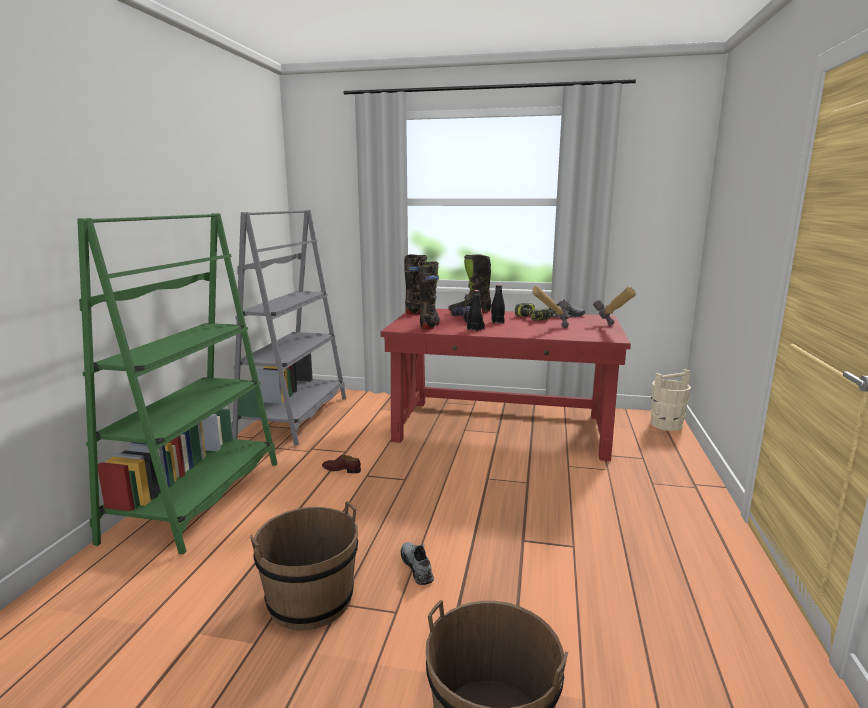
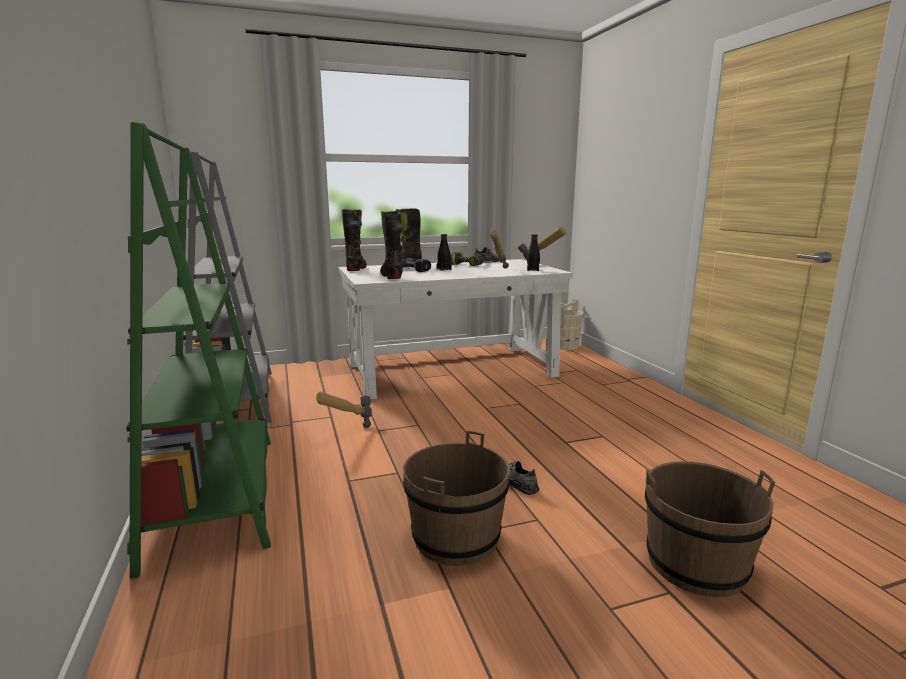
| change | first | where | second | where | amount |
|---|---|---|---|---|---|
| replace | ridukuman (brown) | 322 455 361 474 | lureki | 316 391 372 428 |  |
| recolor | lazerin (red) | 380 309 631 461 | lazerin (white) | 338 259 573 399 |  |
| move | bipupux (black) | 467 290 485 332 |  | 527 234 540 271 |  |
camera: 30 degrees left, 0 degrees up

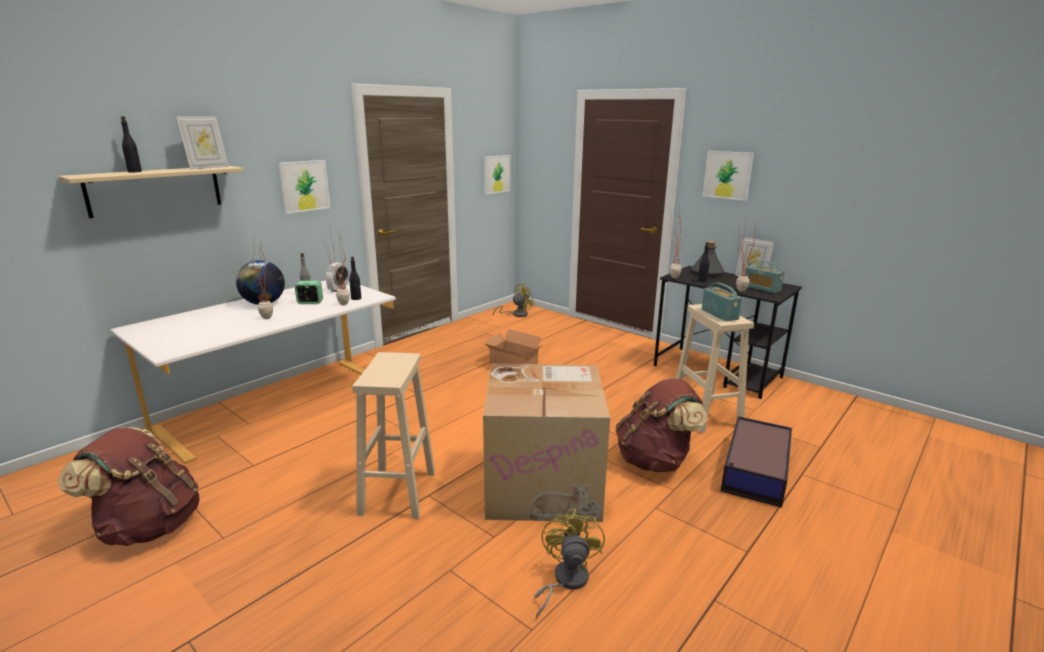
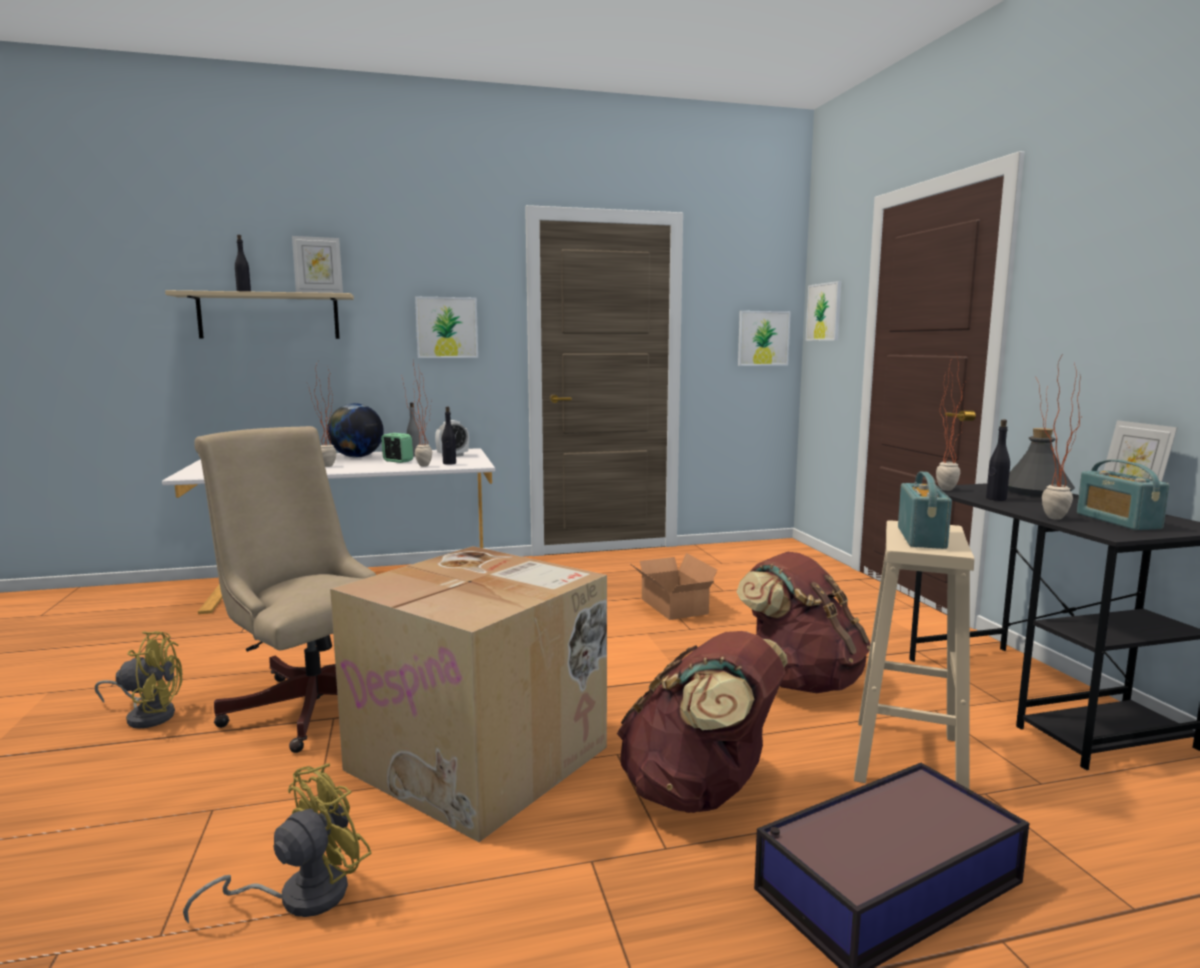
| change | first | where | second | where | amount |
|---|---|---|---|---|---|
| move | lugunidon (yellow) | 493 283 535 317 |  | 95 631 183 729 |  |
| replace | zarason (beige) | 352 352 435 519 | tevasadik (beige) | 194 426 376 753 |  |
| move | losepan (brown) | 58 427 200 546 |  | 737 552 871 693 |  |
| move | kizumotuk | 703 151 754 201 |  | 806 281 841 341 |  |
camera: 35 degrees right, 10 degrees down

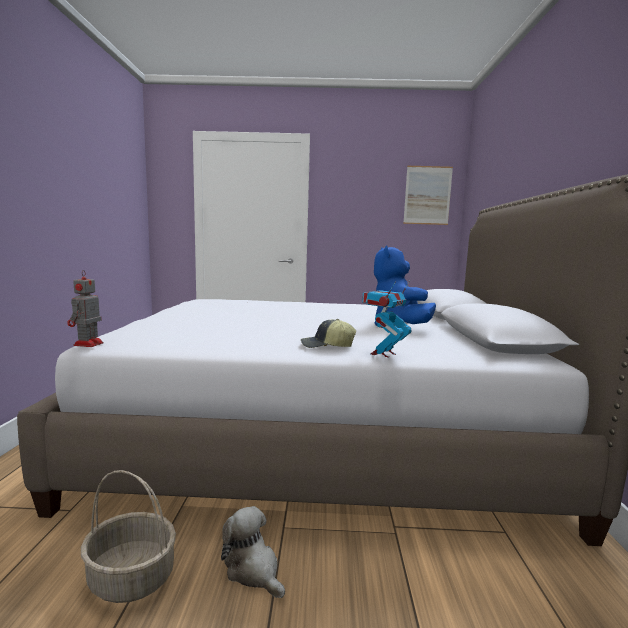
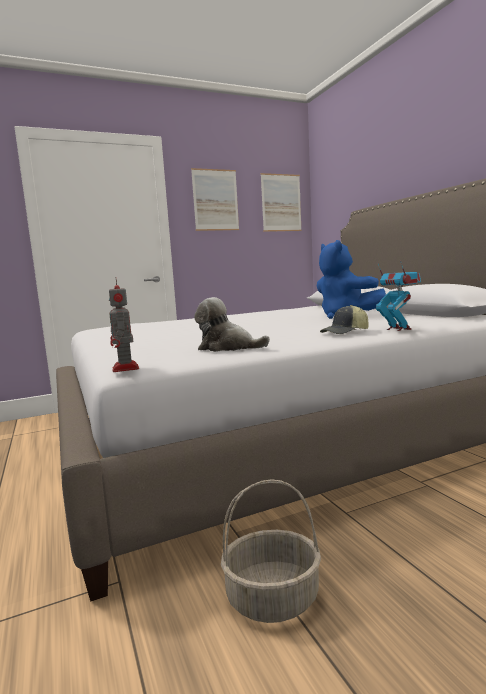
| change | first | where | second | where | amount |
|---|---|---|---|---|---|
| insert |  |  | kizumotuk | 191 168 239 231 |  |
| move | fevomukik | 221 506 285 598 |  | 194 297 270 352 |  |
| rotate | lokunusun | 362 280 411 358 |  | 376 261 421 331 | 135 degrees clockwise |
camera: 25 degrees left, 0 degrees up

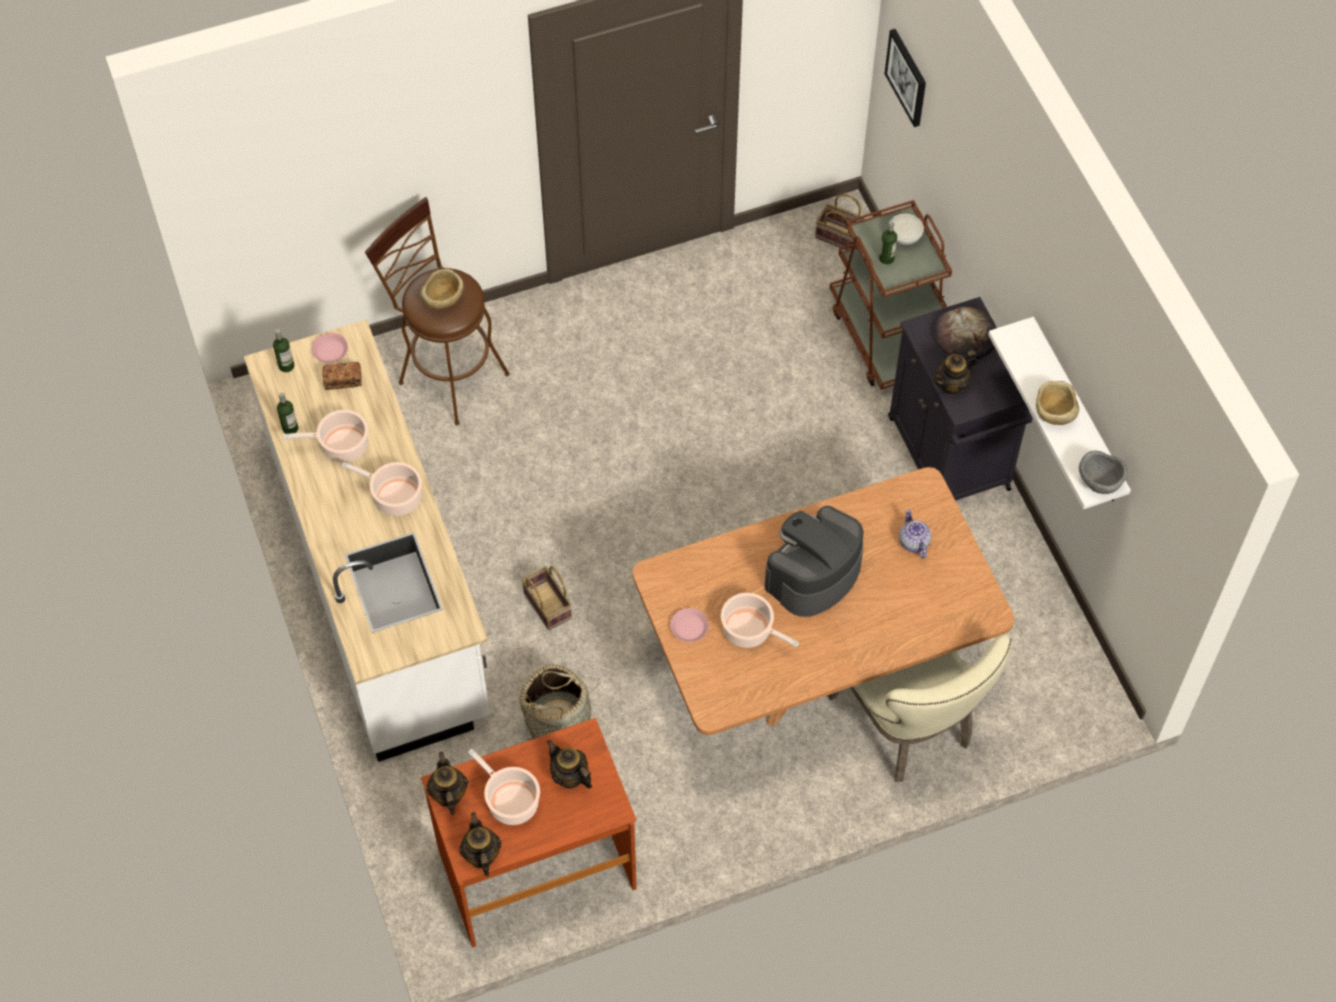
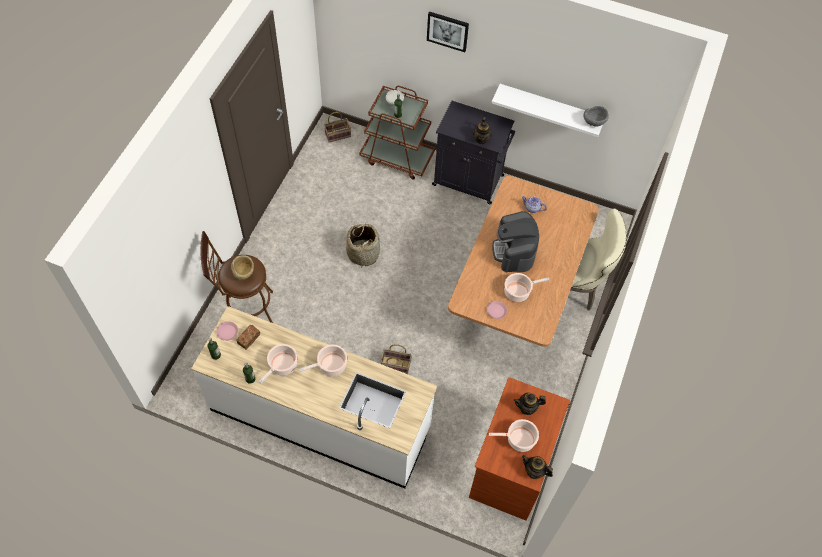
| change | first | where | second | where | amount |
|---|---|---|---|---|---|
| move | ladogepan | 519 664 599 740 |  | 346 222 380 268 |  |
| move | kizumotuk | 885 29 926 127 |  | 427 11 469 52 |  |
| delete | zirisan | 426 752 468 815 |  |  |  |
| delete | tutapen | 934 307 996 360 |  |  |  |
| delete | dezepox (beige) | 1036 381 1079 425 |  |  |  |
camera: 50 degrees left, 0 degrees up

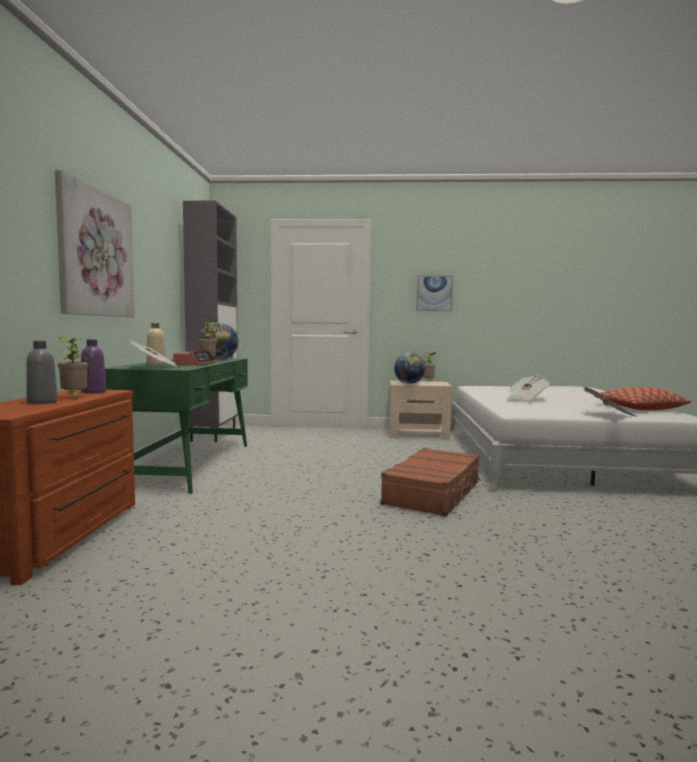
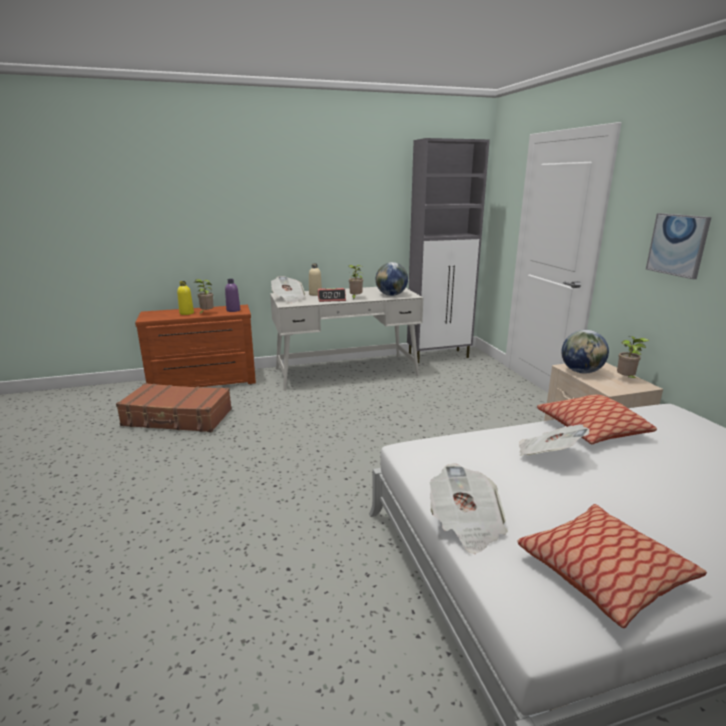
| change | first | where | second | where | amount |
|---|---|---|---|---|---|
| move | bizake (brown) | 380 448 481 516 |  | 116 383 232 432 |  |
| recolor | bipupux (grey) | 26 341 58 404 | bipupux (yellow) | 177 281 194 315 |  |
| recolor | lazerin (green) | 105 358 248 494 | lazerin (white) | 270 287 423 391 |  |
| insert |  |  | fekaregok | 537 395 657 444 |  |
| delete | kizumotuk | 55 170 135 317 |  |  |  |
camera: 70 degrees right, 15 degrees up

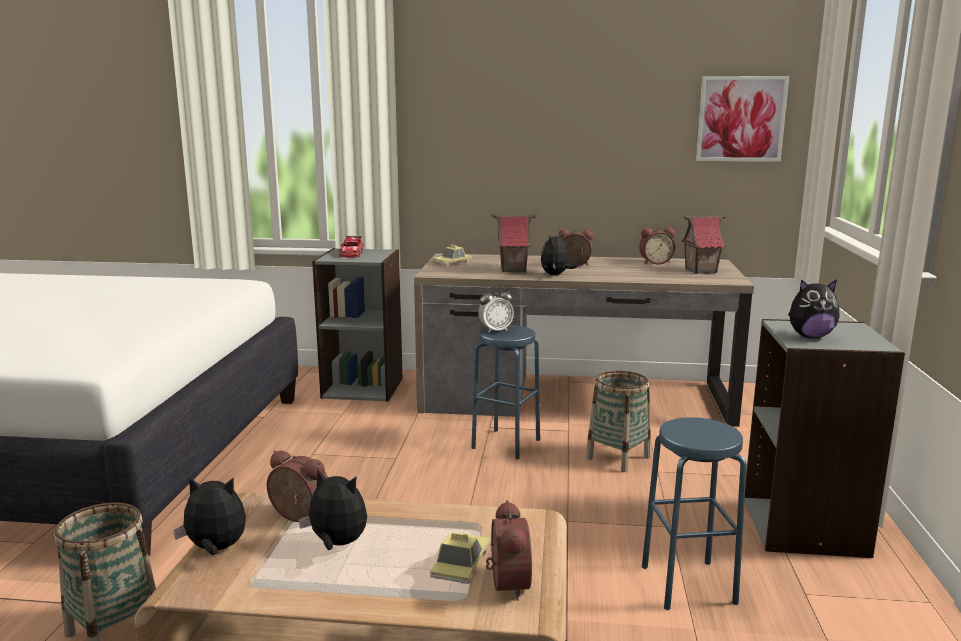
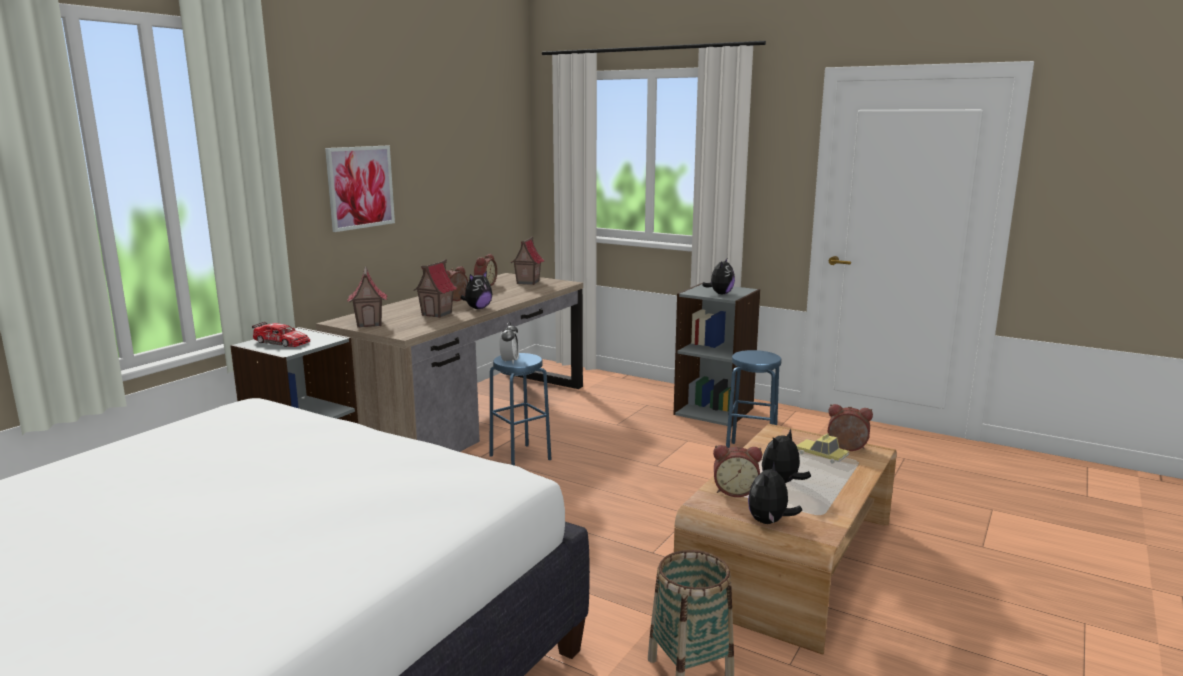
| change | first | where | second | where | amount |
|---|---|---|---|---|---|
| move | kizumotuk | 696 76 789 162 |  | 325 146 395 232 |  |
| replace | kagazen | 432 244 472 266 | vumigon | 347 266 387 328 |  |
| rotate | fevomukik | 541 232 579 275 |  | 460 271 492 309 | 105 degrees counterclockwise |
| rotate | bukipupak | 267 450 328 522 |  | 713 445 762 497 | 135 degrees counterclockwise |
| delete | ladogepan | 586 371 651 472 |  |  |  |
camera: 65 degrees left, 0 degrees up

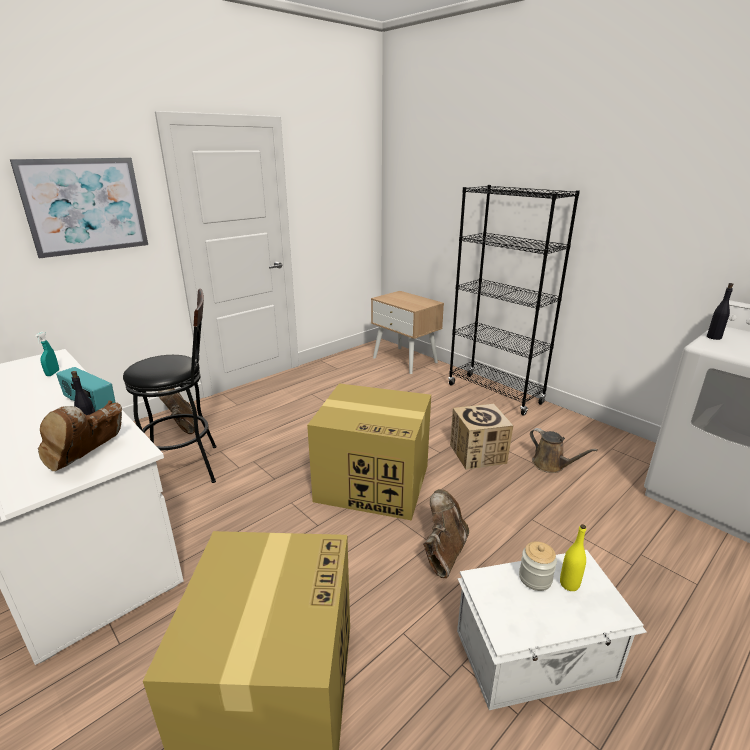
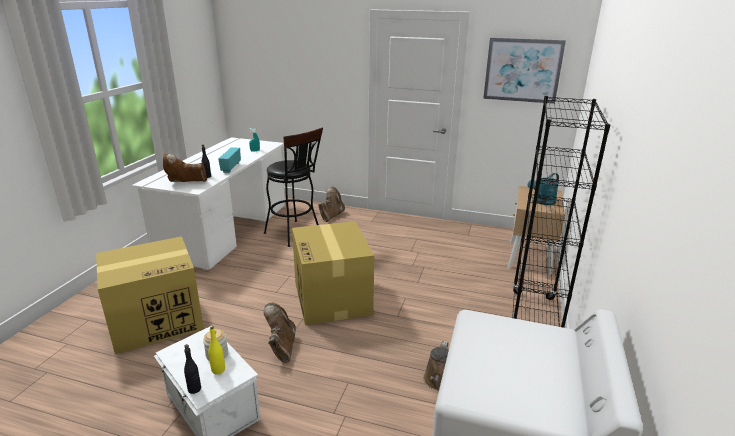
| change | first | where | second | where | amount |
|---|---|---|---|---|---|
| move | bipupux (black) | 707 283 733 340 |  | 184 344 201 394 |  |
| rotate | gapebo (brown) | 423 489 469 578 |  | 263 302 296 363 | 90 degrees counterclockwise |
| move | kizumotuk | 10 158 148 259 |  | 483 38 566 104 |  |
| insert |  |  | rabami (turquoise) | 528 173 559 205 |  |
| delete | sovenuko | 450 404 514 470 |  |  |  |
camera: 60 degrees right, 0 degrees up

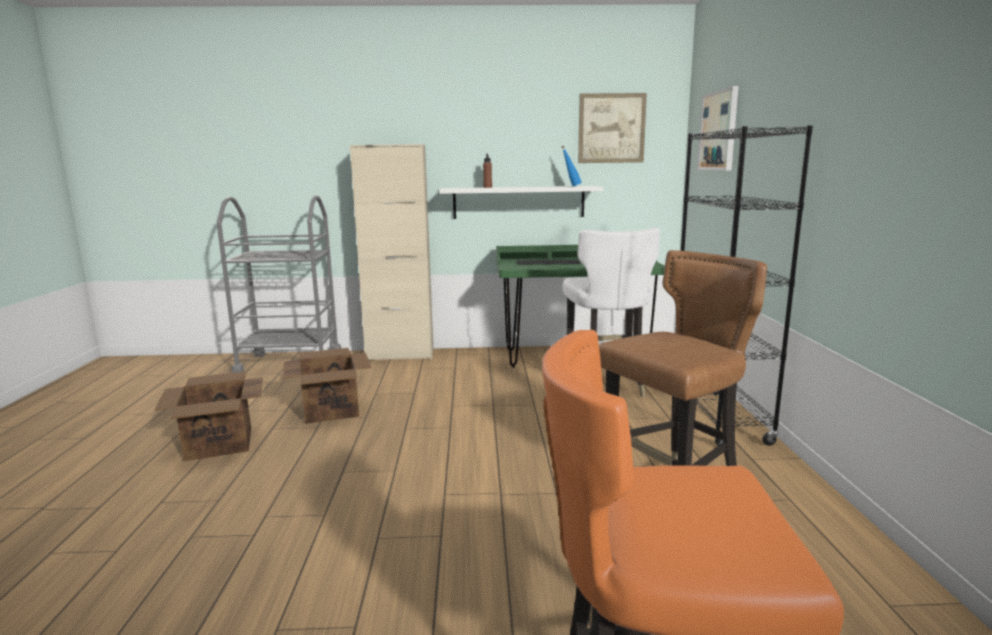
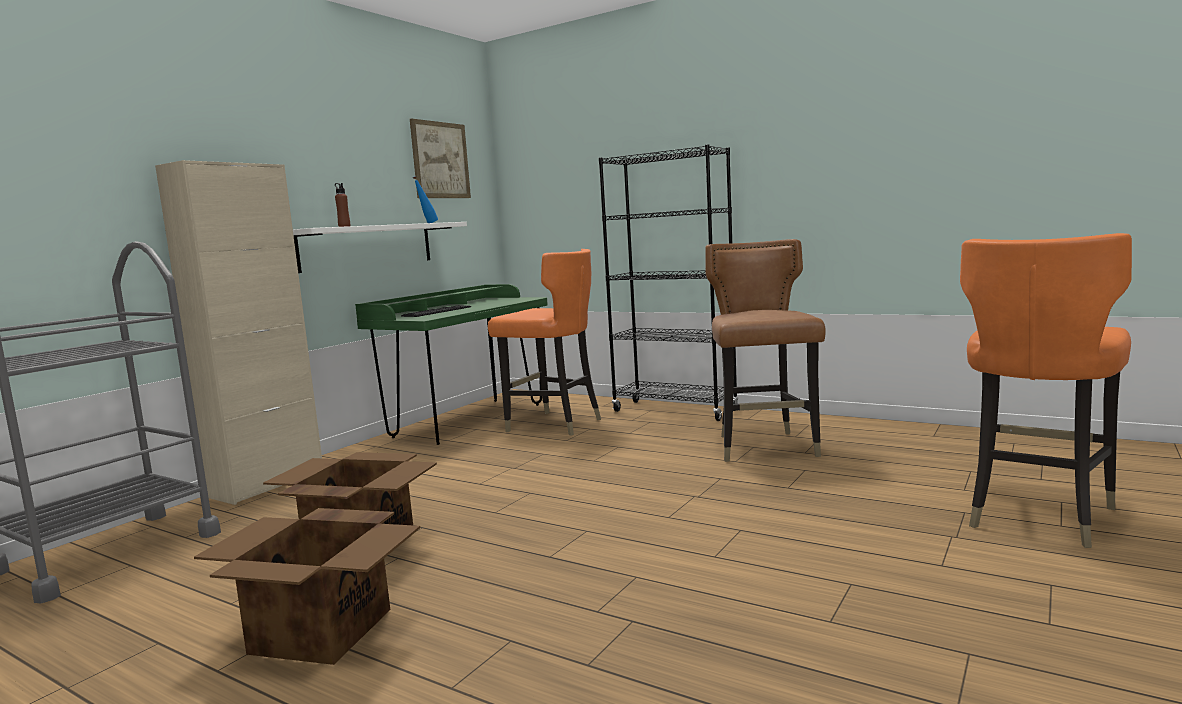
| change | first | where | second | where | amount |
|---|---|---|---|---|---|
| recolor | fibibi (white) | 563 228 660 397 | fibibi (orange) | 488 249 601 436 |  |
| delete | kizumotuk | 697 86 739 171 |  |  |  |
camera: 55 degrees left, 5 degrees down

